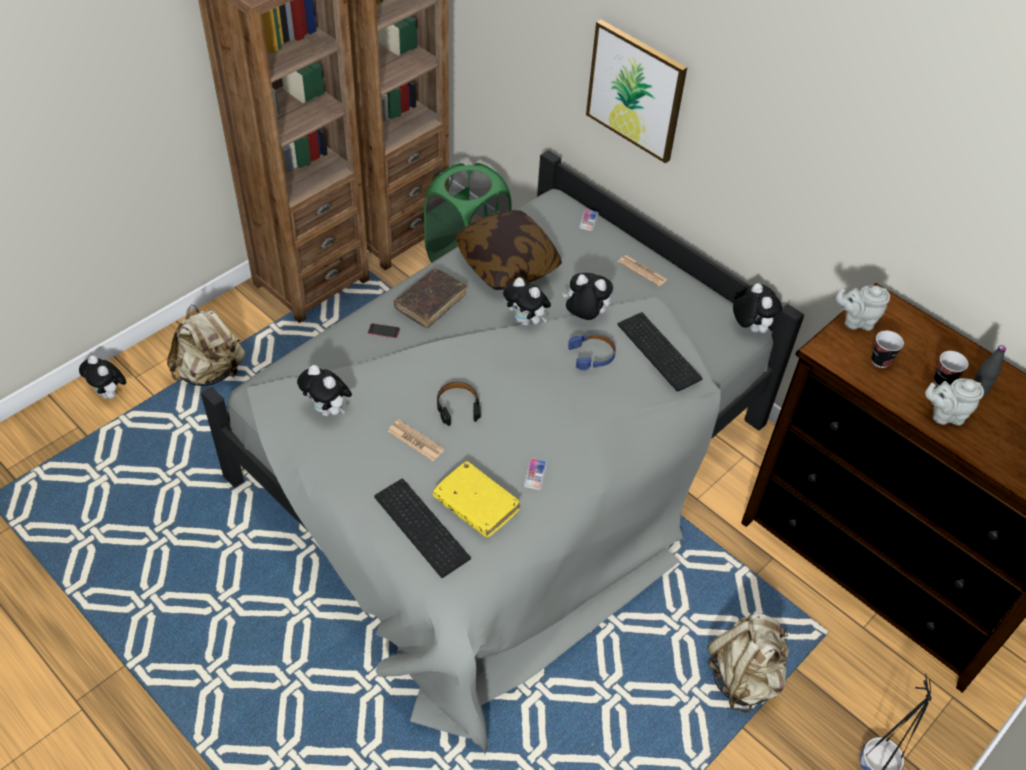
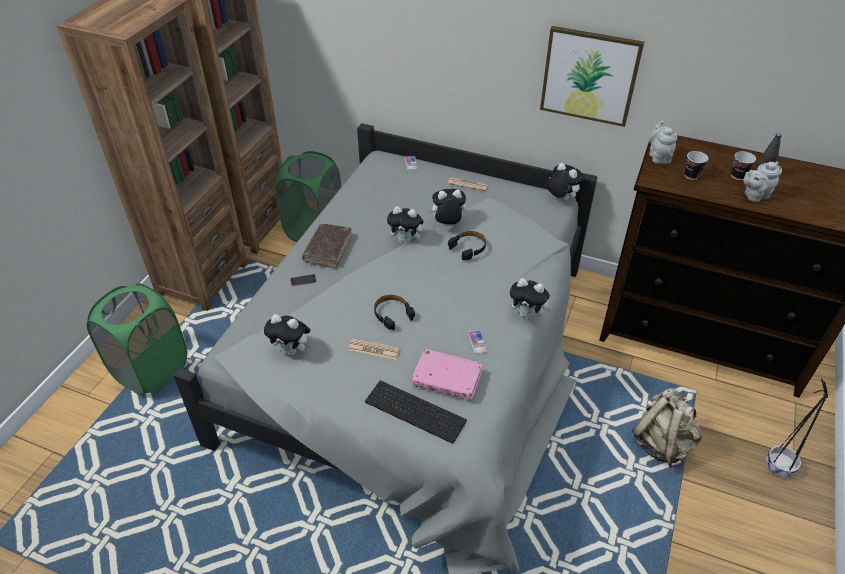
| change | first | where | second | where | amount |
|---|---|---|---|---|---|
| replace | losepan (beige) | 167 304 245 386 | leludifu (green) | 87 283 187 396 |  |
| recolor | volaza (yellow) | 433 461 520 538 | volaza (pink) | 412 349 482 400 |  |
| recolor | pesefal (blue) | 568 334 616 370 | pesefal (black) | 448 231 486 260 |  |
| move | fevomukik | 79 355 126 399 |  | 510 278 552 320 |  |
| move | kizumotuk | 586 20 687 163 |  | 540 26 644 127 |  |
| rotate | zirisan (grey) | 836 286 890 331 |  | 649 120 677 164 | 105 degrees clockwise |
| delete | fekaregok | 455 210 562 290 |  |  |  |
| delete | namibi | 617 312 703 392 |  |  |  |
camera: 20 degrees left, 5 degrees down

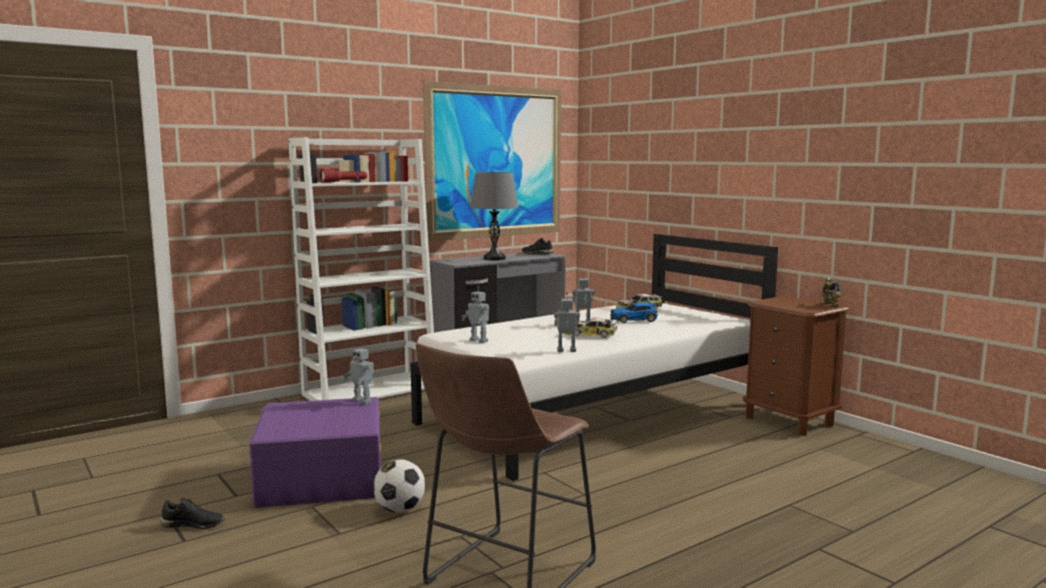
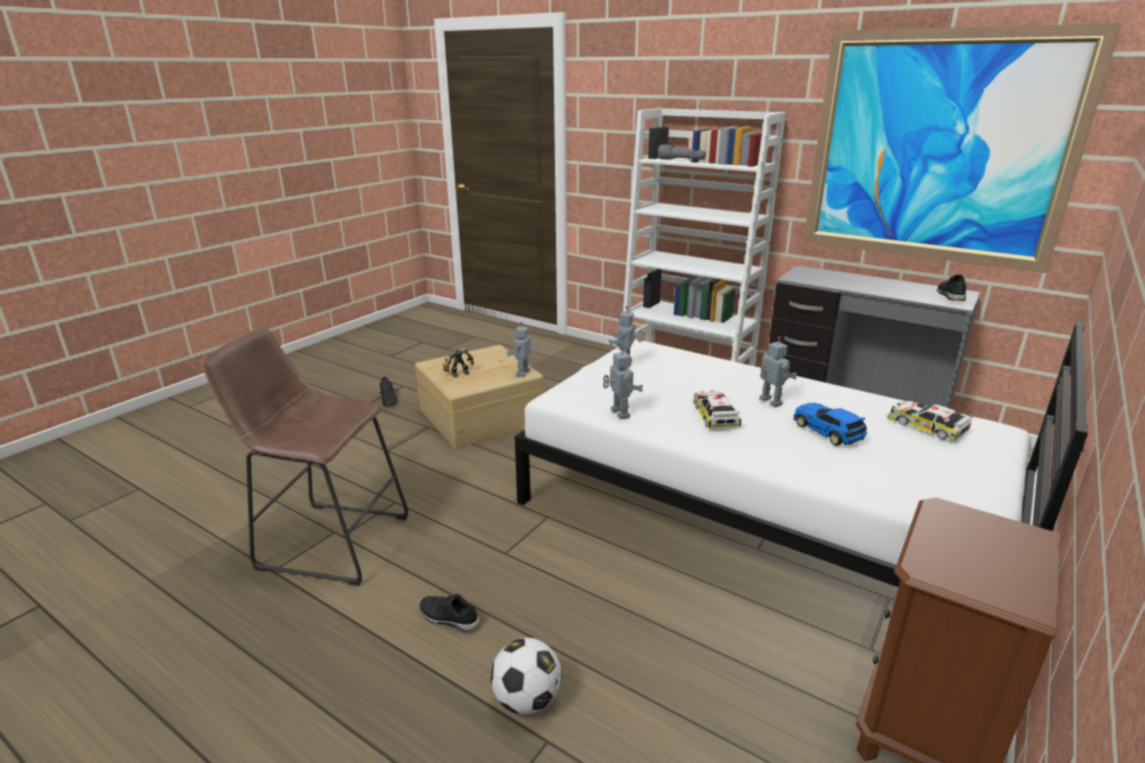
| change | first | where | second | where | amount |
|---|---|---|---|---|---|
| recolor | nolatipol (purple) | 249 397 381 508 | nolatipol (beige) | 415 345 544 449 |  |
| insert |  |  | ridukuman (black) | 419 594 480 631 |  |
| move | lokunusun | 820 278 841 307 |  | 443 348 474 377 |  |
| move | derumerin | 373 459 426 512 |  | 491 638 562 715 |  |
| recolor | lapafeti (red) | 320 169 367 183 | lapafeti (grey) | 658 144 706 160 |  |
| delete | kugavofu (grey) | 470 172 518 261 |  |  |  |
camera: 70 degrees right, 15 degrees up

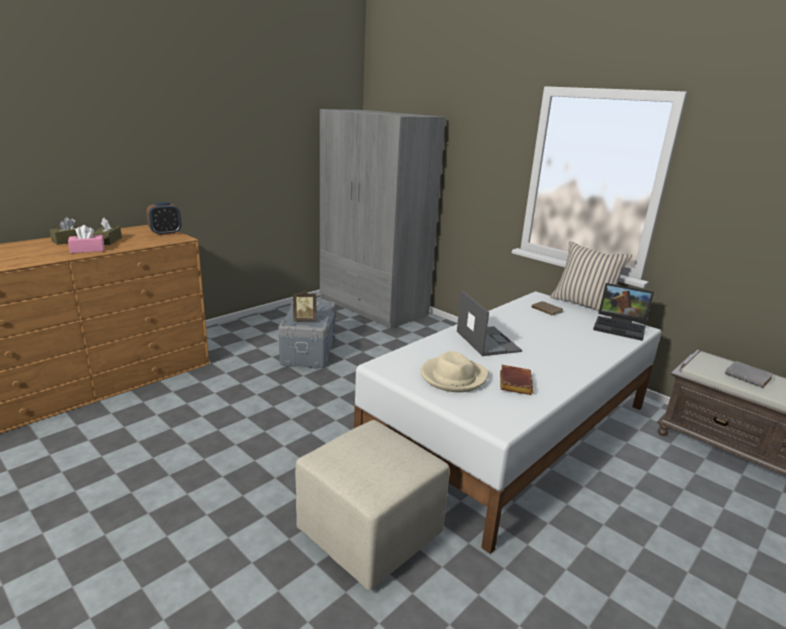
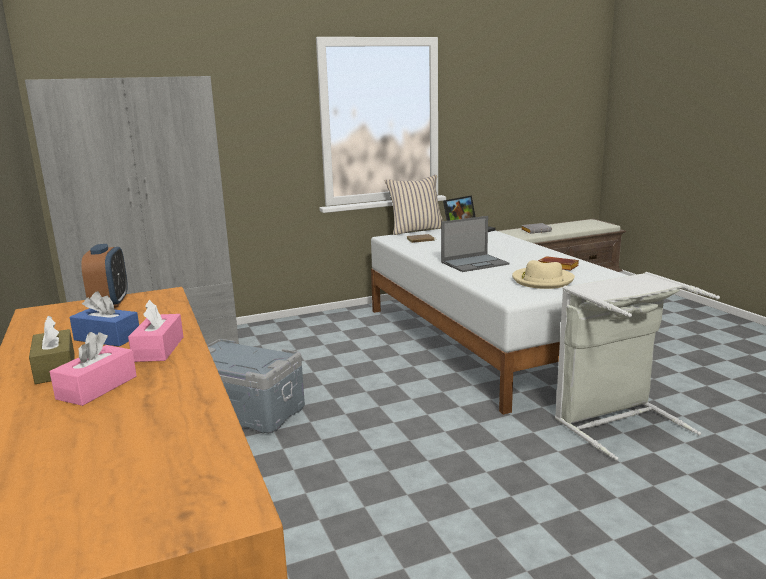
| change | first | where | second | where | amount |
|---|---|---|---|---|---|
| insert |  |  | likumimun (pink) | 50 332 137 406 |  |
| recolor | likumimun (brown) | 93 218 122 245 | likumimun (blue) | 70 291 139 347 |  |
| rotate | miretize | 457 291 522 356 |  | 441 216 510 272 | 150 degrees clockwise |
| replace | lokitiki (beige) | 295 420 449 591 | leludifu (grey) | 555 272 720 461 |  |
| delete | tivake | 293 290 316 321 |  |  |  |
camera: 65 degrees left, 5 degrees down

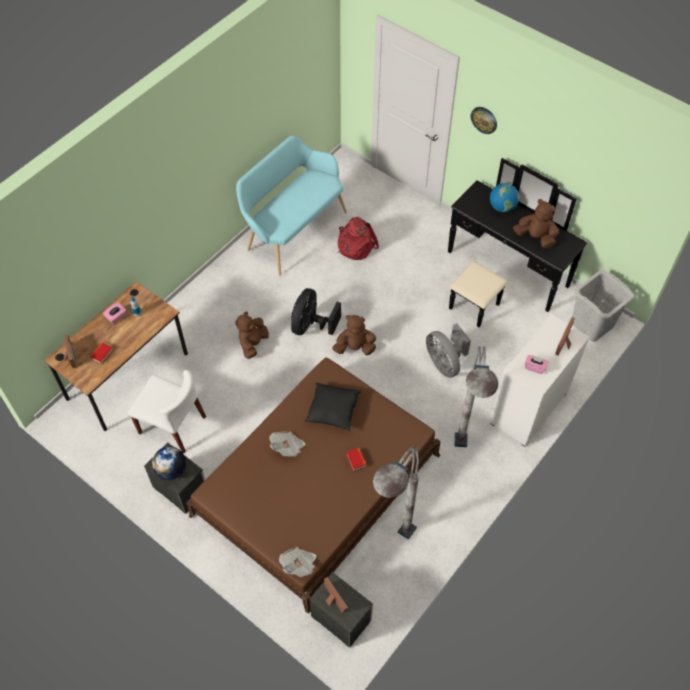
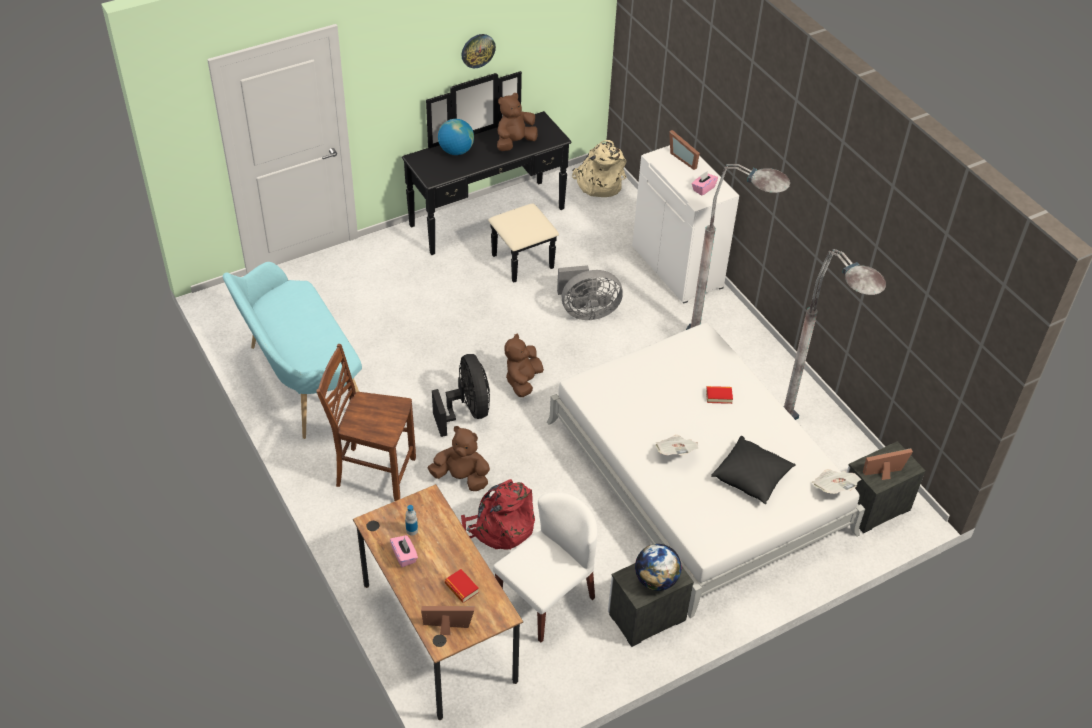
| change | first | where | second | where | amount |
|---|---|---|---|---|---|
| insert |  |  | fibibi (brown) | 316 344 416 501 |  |
| rotate | fevomukik (brown) | 235 311 269 359 |  | 428 426 490 491 | 150 degrees clockwise |
| rotate | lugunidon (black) | 291 288 341 335 |  | 432 354 490 437 | 150 degrees counterclockwise |
| move | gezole | 471 107 497 134 |  | 461 34 496 68 |  |
| move | losepan (red) | 338 217 379 260 |  | 461 479 535 550 |  |
| recolor | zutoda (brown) | 186 358 441 614 | zutoda (white) | 547 323 865 618 |  |
| replace | leludifu (grey) | 572 270 635 342 | losepan (beige) | 572 140 626 197 |  |
| move | fekaregok (black) | 305 383 361 431 |  | 711 436 796 504 |  |
camera: 70 degrees left, 10 degrees down

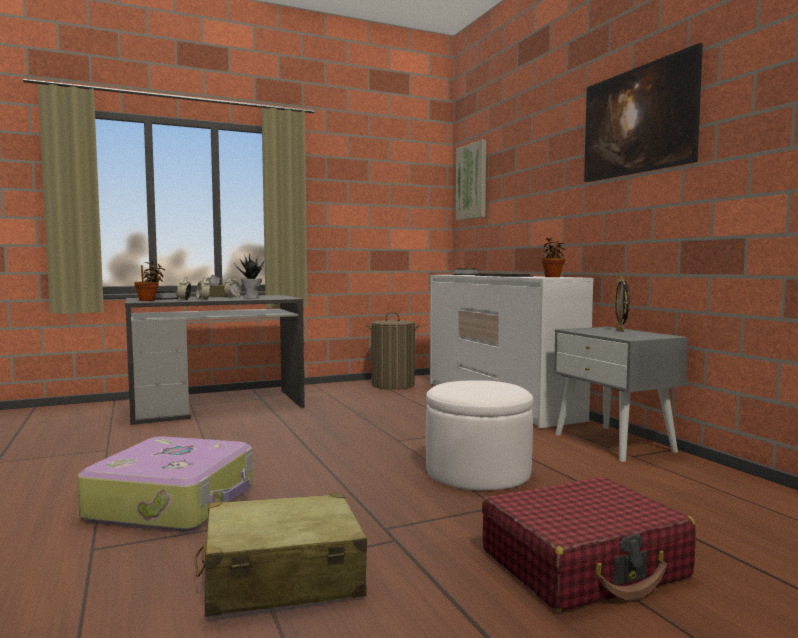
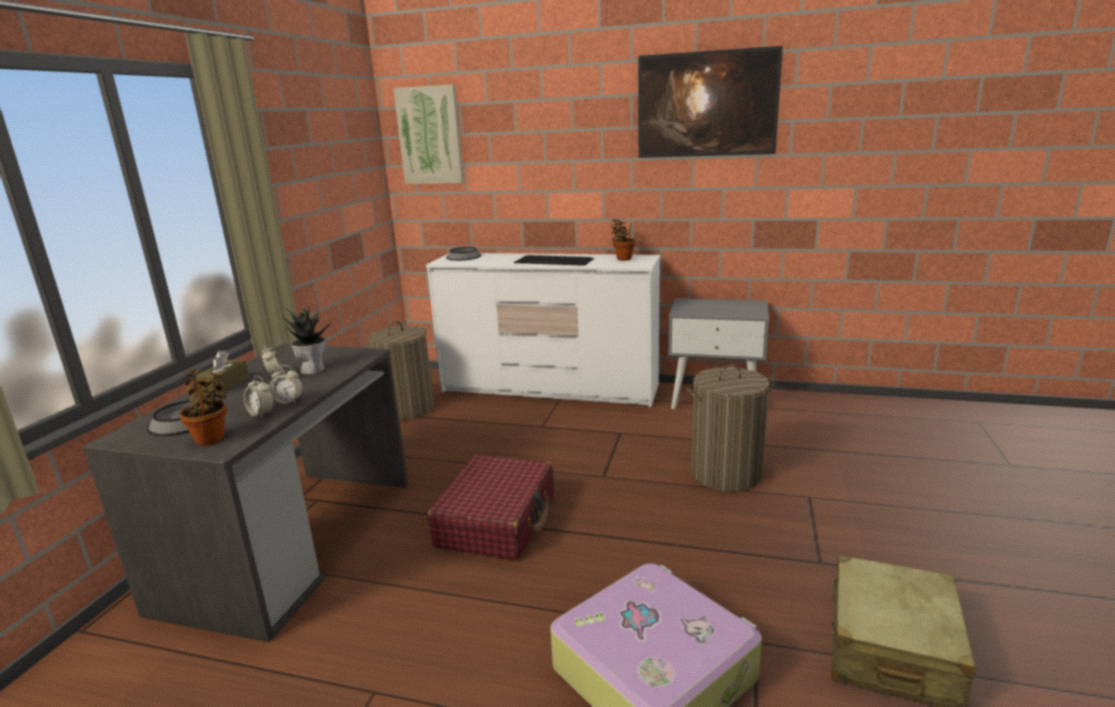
| change | first | where | second | where | amount |
|---|---|---|---|---|---|
| move | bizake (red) | 482 477 696 612 |  | 428 454 554 560 |  |
| replace | lokitiki (white) | 426 380 533 490 | leludifu | 686 365 774 492 |  |
| delete | tivake | 614 277 629 332 |  |  |  |
camera: 50 degrees left, 15 degrees up

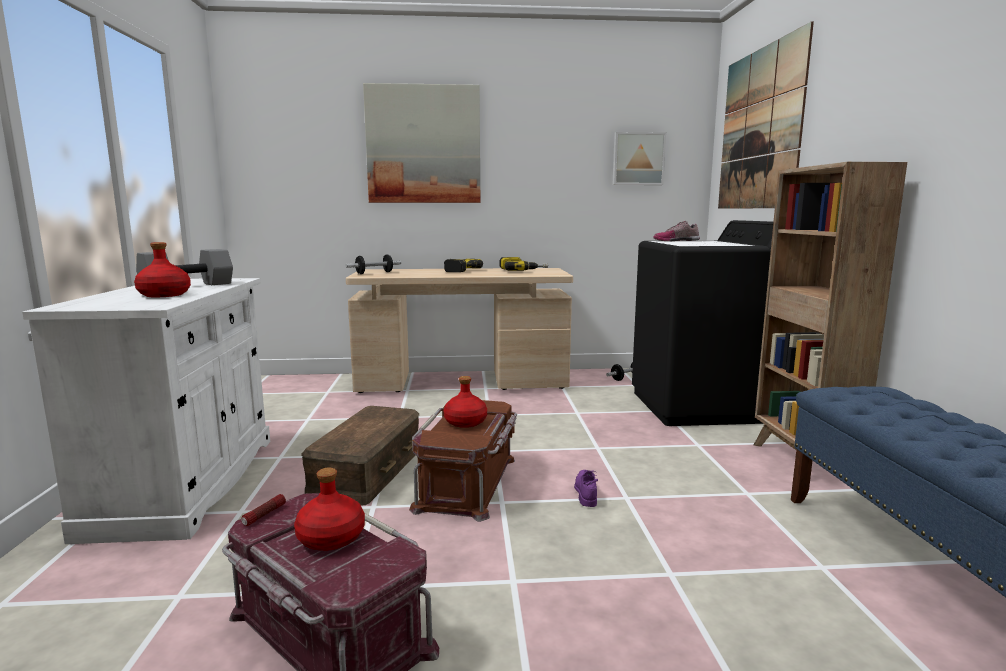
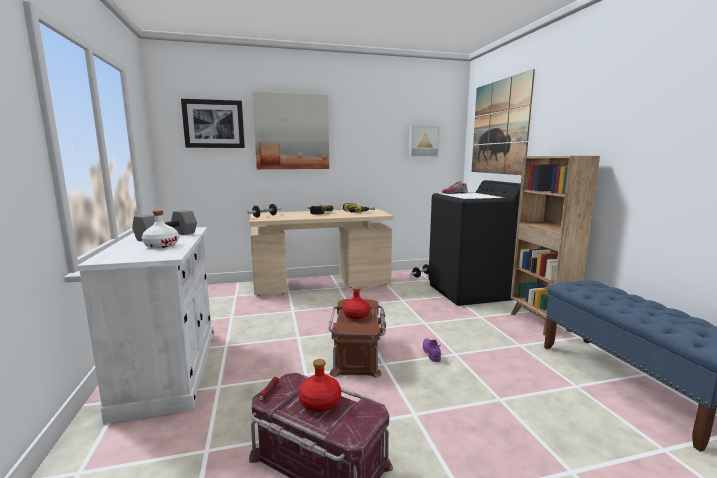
| change | first | where | second | where | amount |
|---|---|---|---|---|---|
| recolor | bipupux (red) | 134 242 191 297 | bipupux (white) | 142 210 179 248 |  |
| insert |  |  | kizumotuk | 181 99 245 148 |  |
| delete | nolatipol (brown) | 301 406 419 505 |  |  |  |
camera: 10 degrees left, 0 degrees up

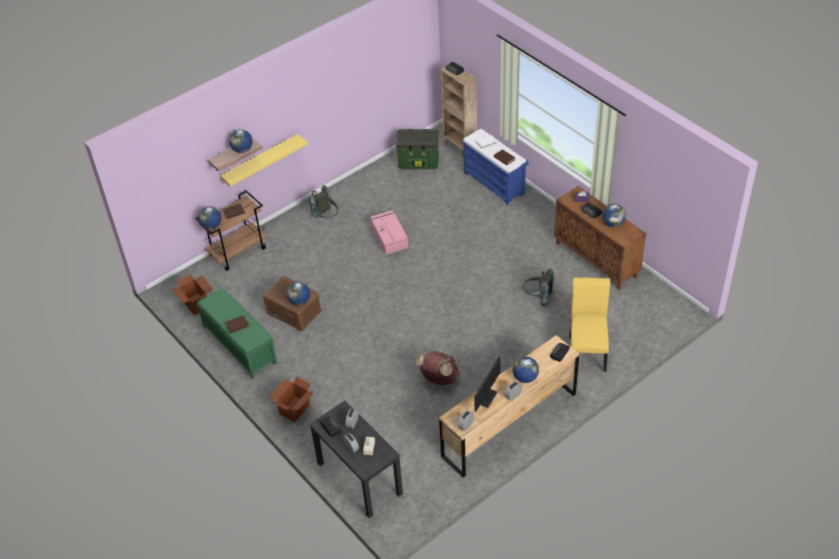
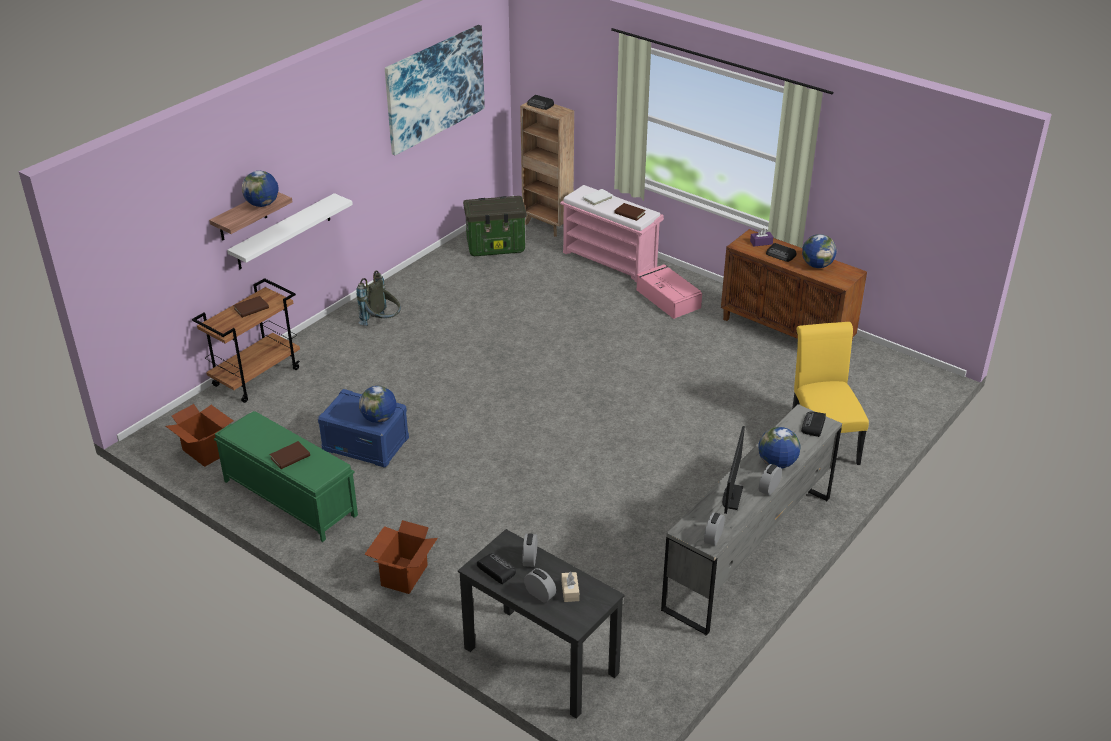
| change | first | where | second | where | amount |
|---|---|---|---|---|---|
| recolor | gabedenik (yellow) | 220 134 308 186 | gabedenik (white) | 227 193 353 269 |  |
| recolor | nolatipol (brown) | 263 276 322 331 | nolatipol (blue) | 318 389 409 468 |  |
| insert |  |  | kizumotuk | 385 25 485 155 |  |
| recolor | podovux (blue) | 461 128 529 205 | podovux (pink) | 560 185 664 282 |  |
| move | nolatipol (pink) | 370 210 408 254 |  | 637 264 702 319 |  |
| recolor | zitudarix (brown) | 439 335 579 478 | zitudarix (grey) | 661 404 842 636 |  |
| delete | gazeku | 198 206 222 229 |  |  |  |
| delete | losepan (brown) | 416 350 460 385 |  |  |  |
| delete | losepan (grey) | 522 268 554 307 |  |  |  |
camera: 15 degrees left, 10 degrees down

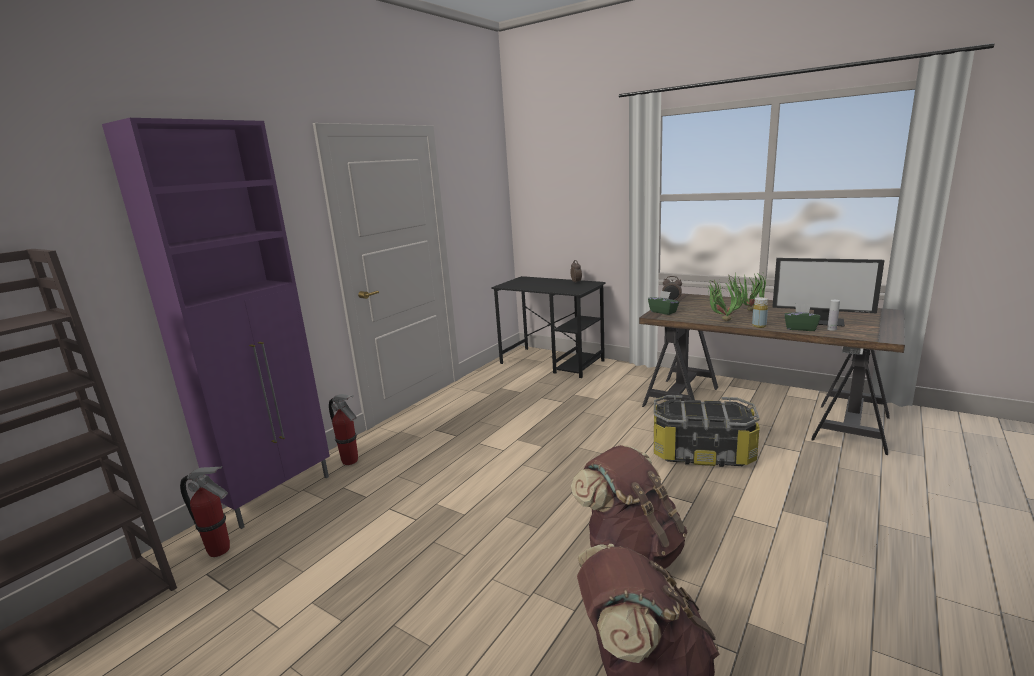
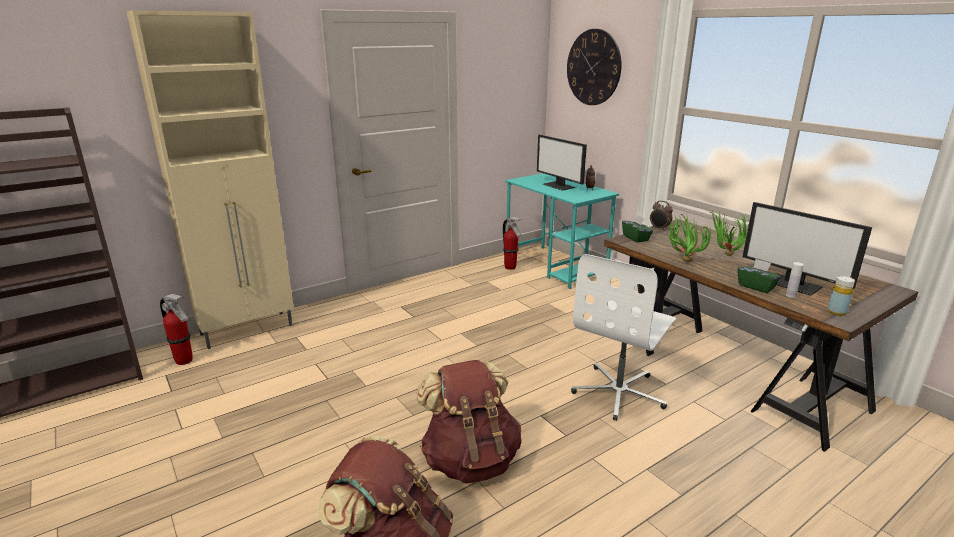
| change | first | where | second | where | amount |
|---|---|---|---|---|---|
| recolor | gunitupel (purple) | 102 118 330 529 | gunitupel (beige) | 126 10 294 349 |  |
| move | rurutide | 329 394 358 465 |  | 503 217 523 270 |  |
| recolor | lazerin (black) | 491 276 606 378 | lazerin (turquoise) | 505 173 619 289 |  |
| insert |  |  | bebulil | 537 135 587 191 |  |
| insert |  |  | gezole | 567 29 622 105 |  |
| replace | nolatipol | 654 395 760 467 | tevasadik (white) | 571 254 676 421 |  |
| move | bipupux (yellow) | 752 297 768 328 |  | 827 276 855 316 |  |
camera: 20 degrees right, 5 degrees up

